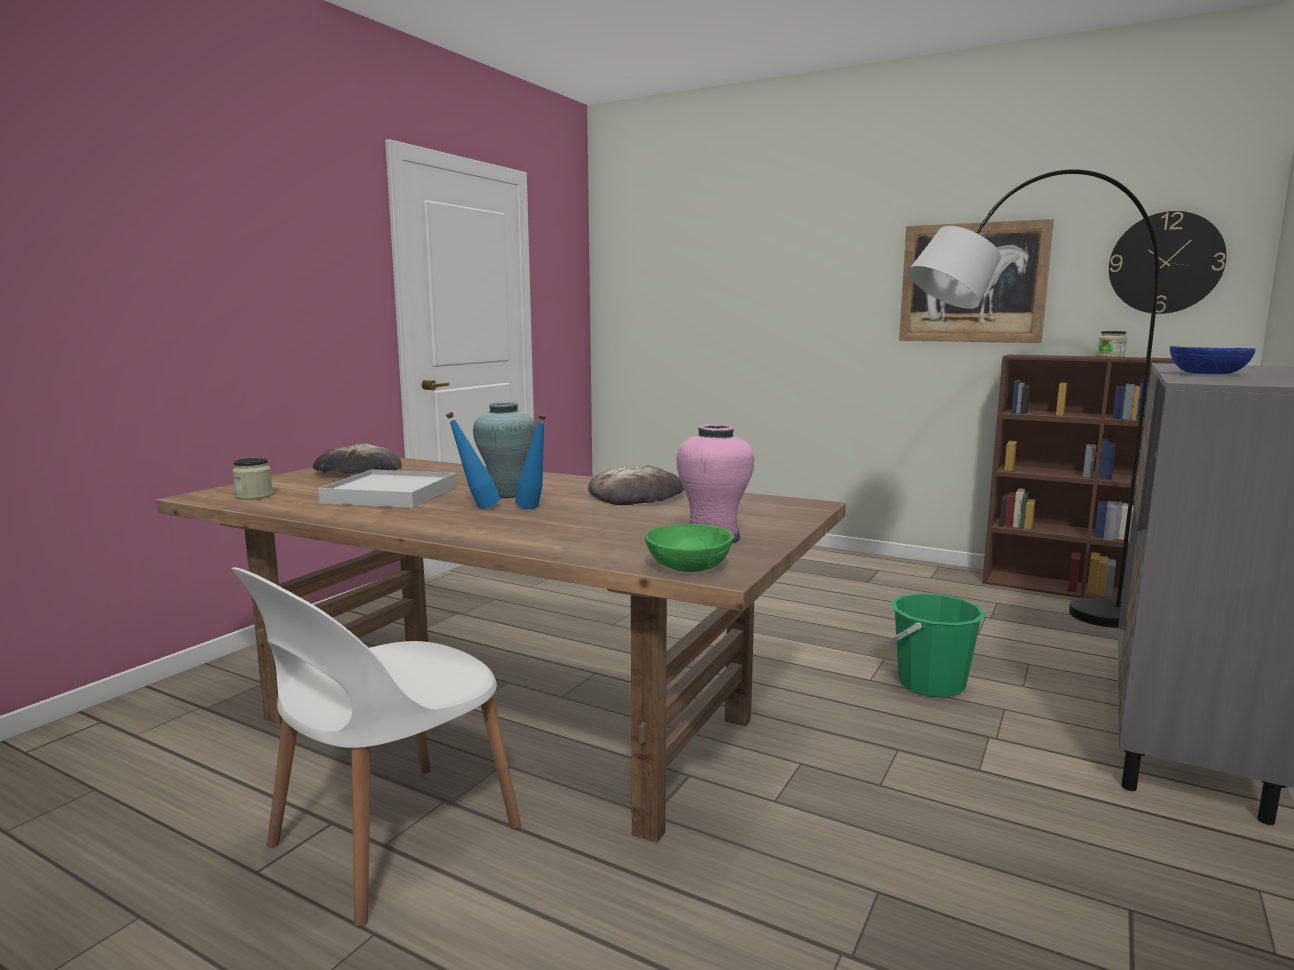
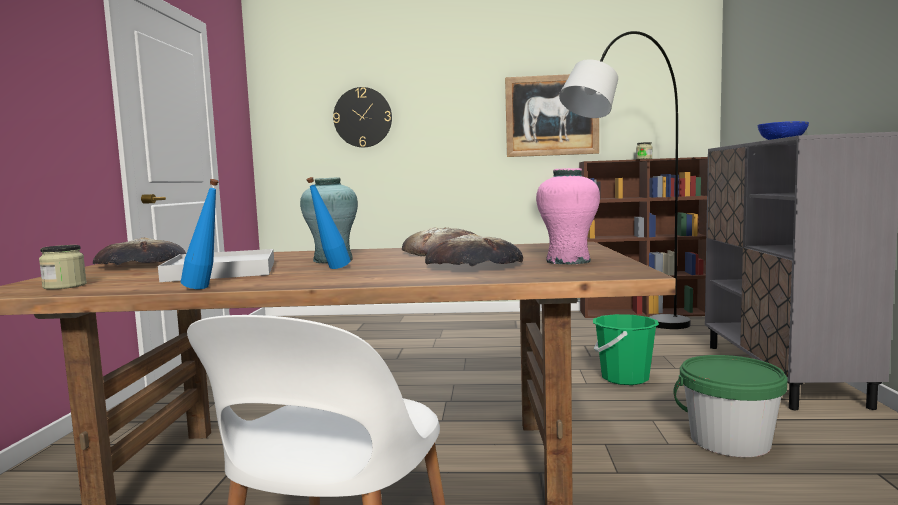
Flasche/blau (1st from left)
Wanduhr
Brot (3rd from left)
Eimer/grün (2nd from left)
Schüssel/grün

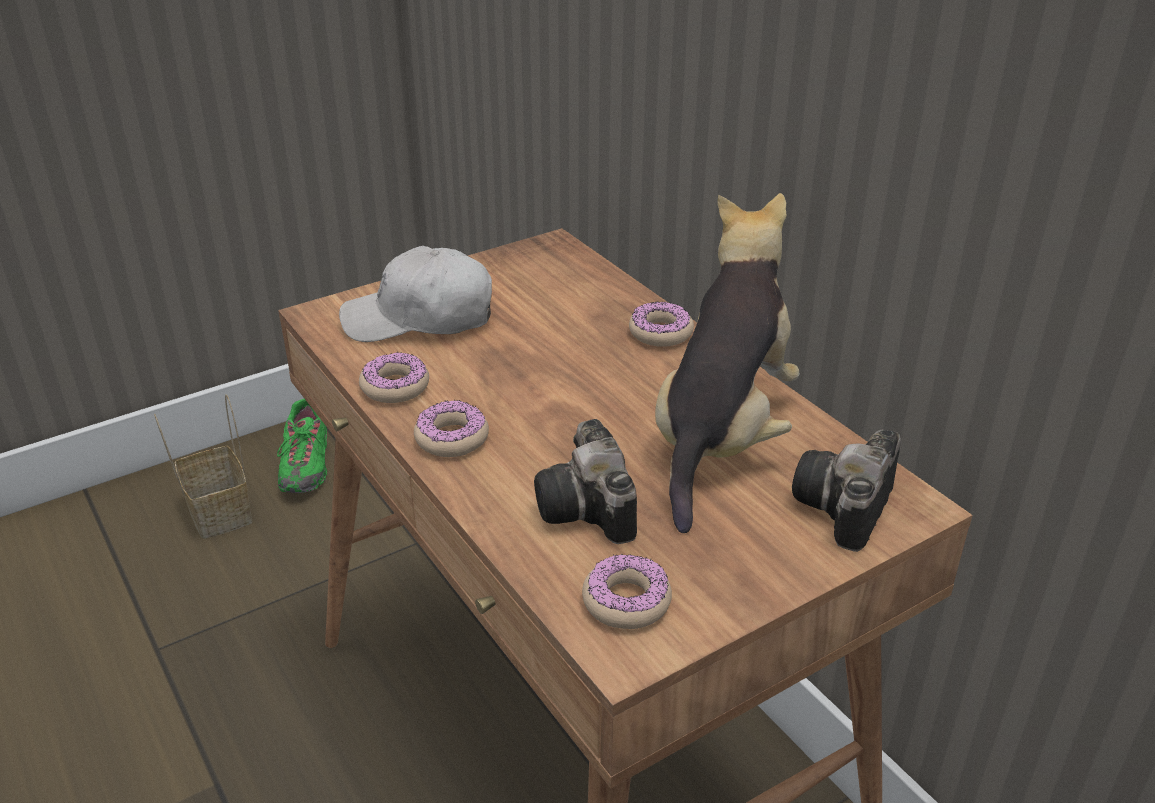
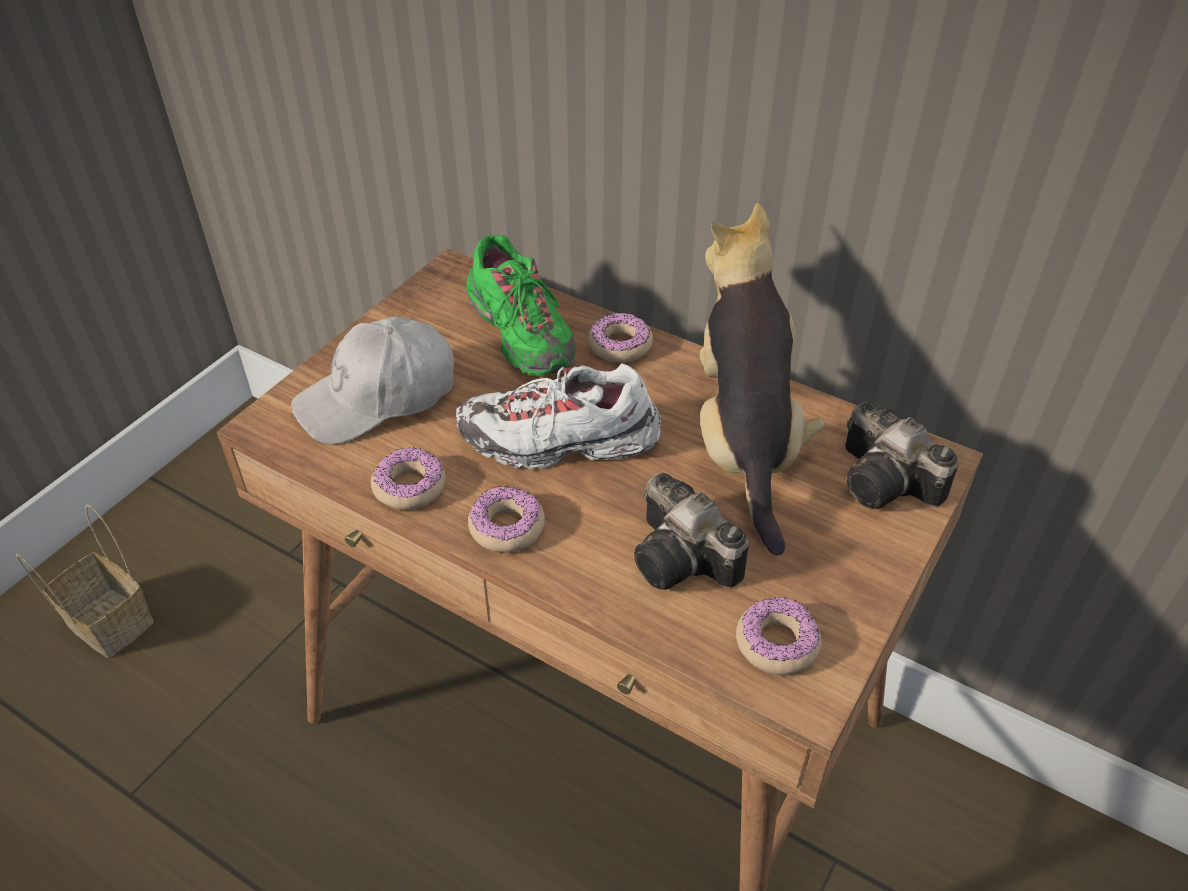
Schuh/weiß
Schuh/grün
Kamera (2nd from left)

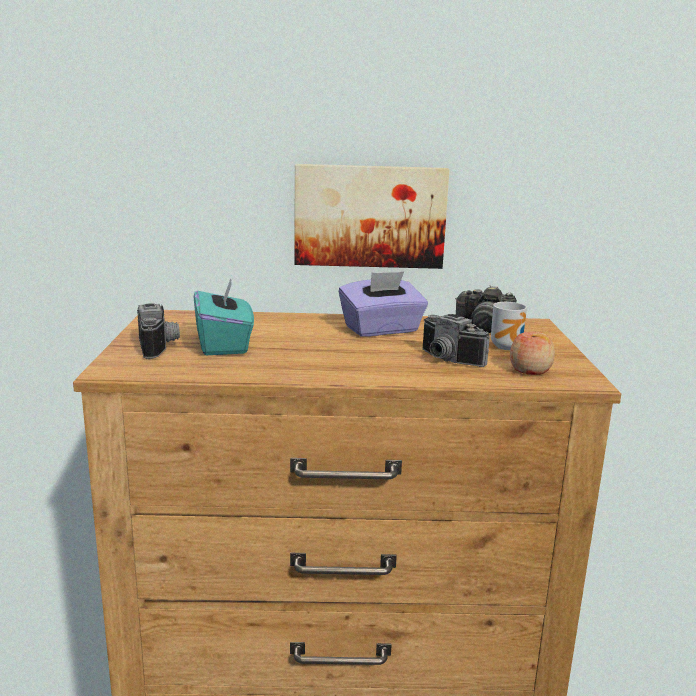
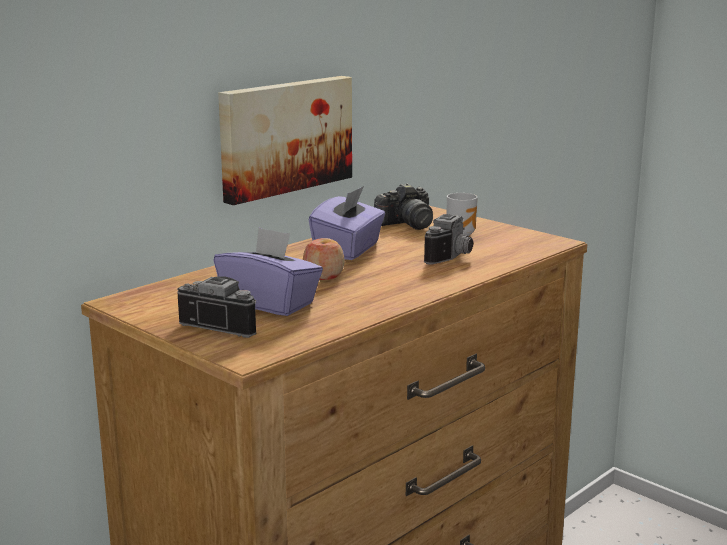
Taschentuchbox/lila (1st from left)
Apfel
Kamera (3rd from left)

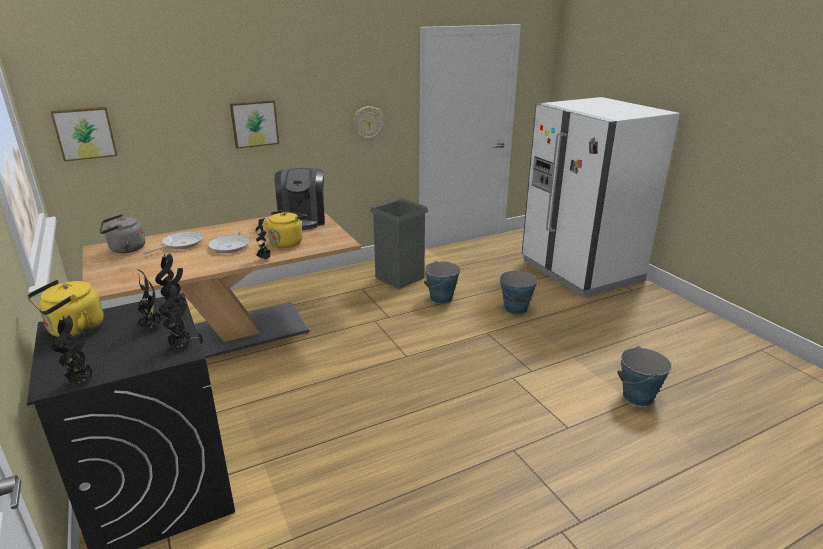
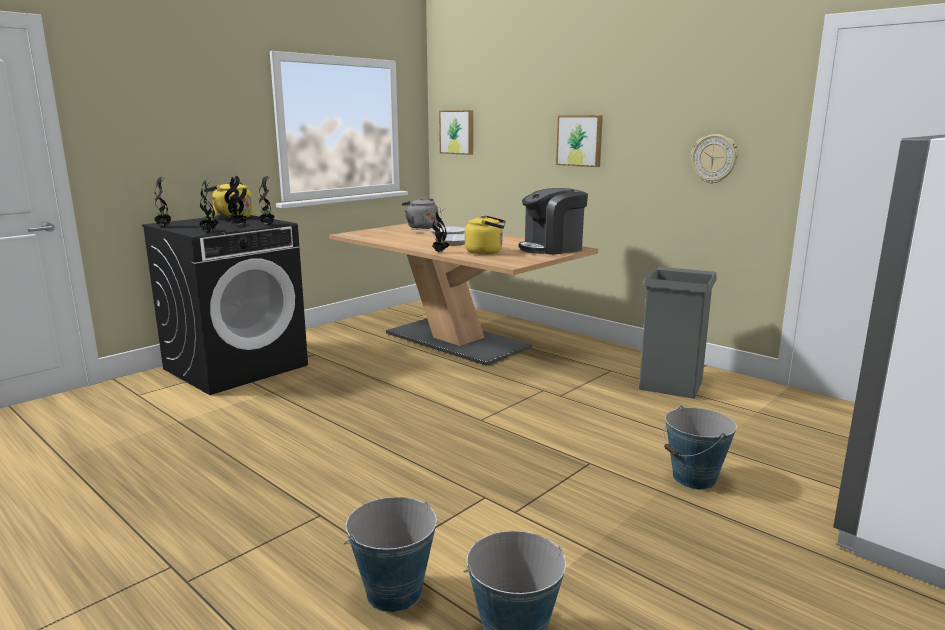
Eimer (1st from left)

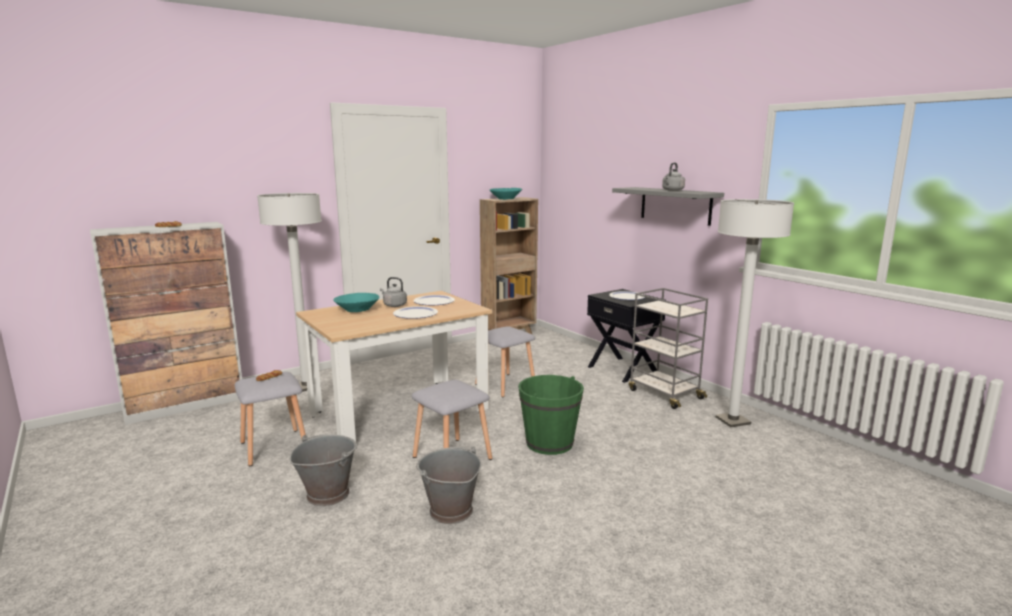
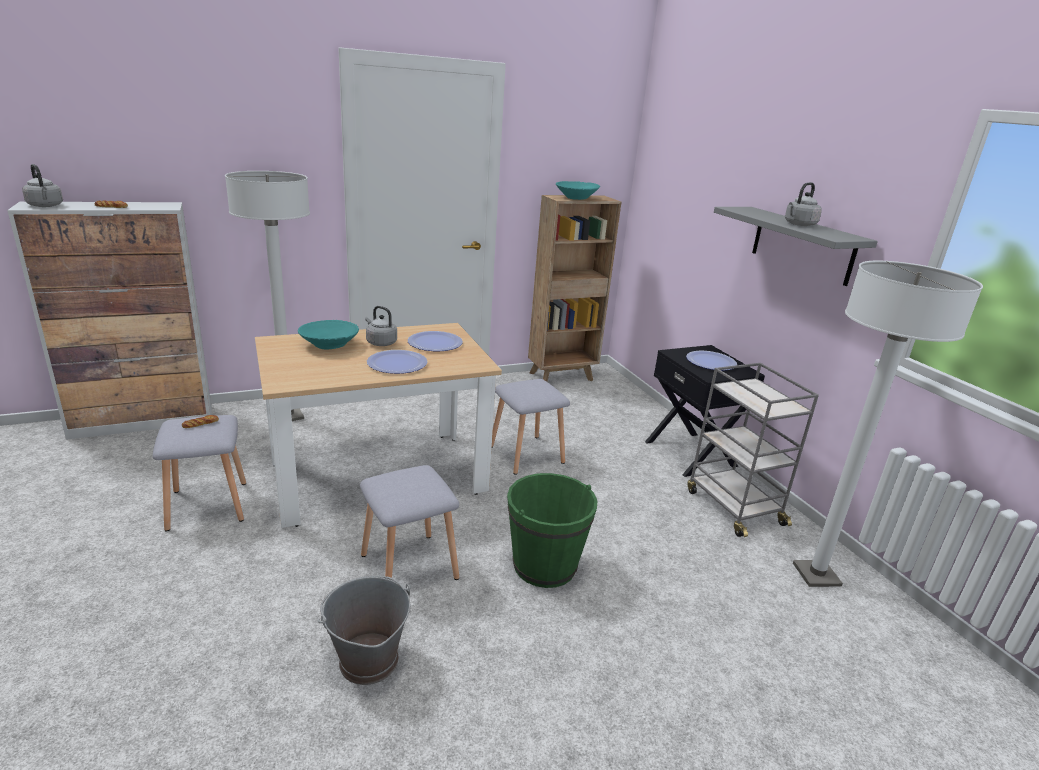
Wasserkessel/grau (1st from left)
Eimer/grau (1st from left in the first image)

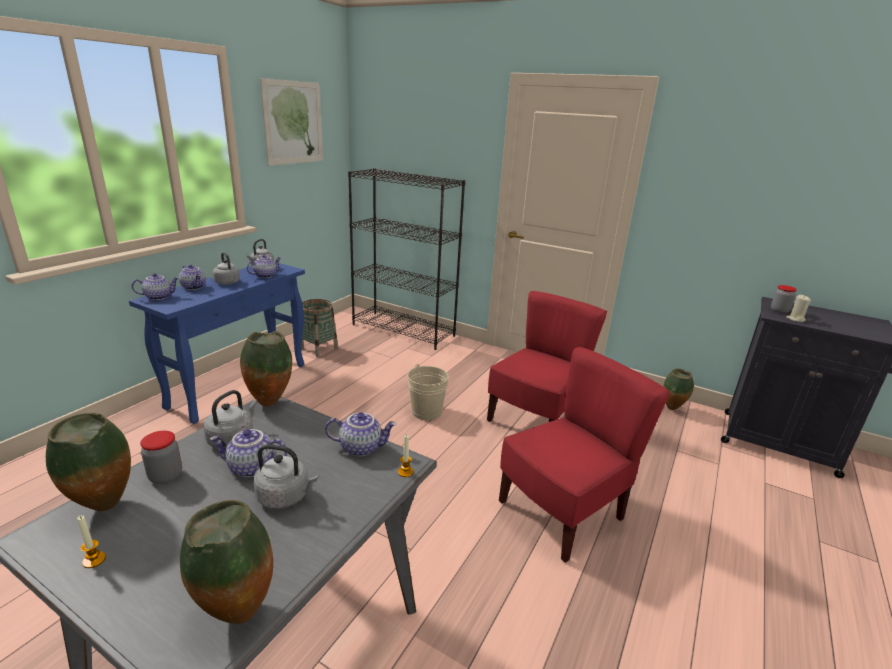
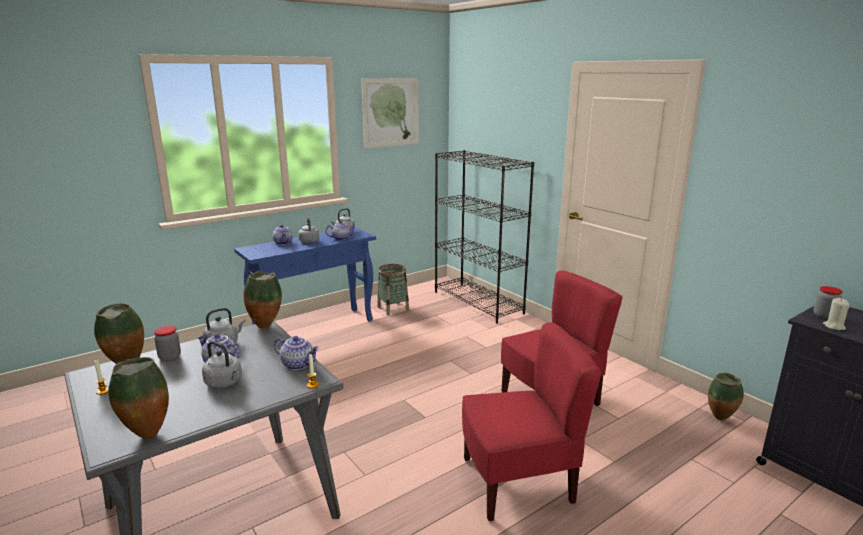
Teekanne (1st from left in the first image)
Eimer/beige

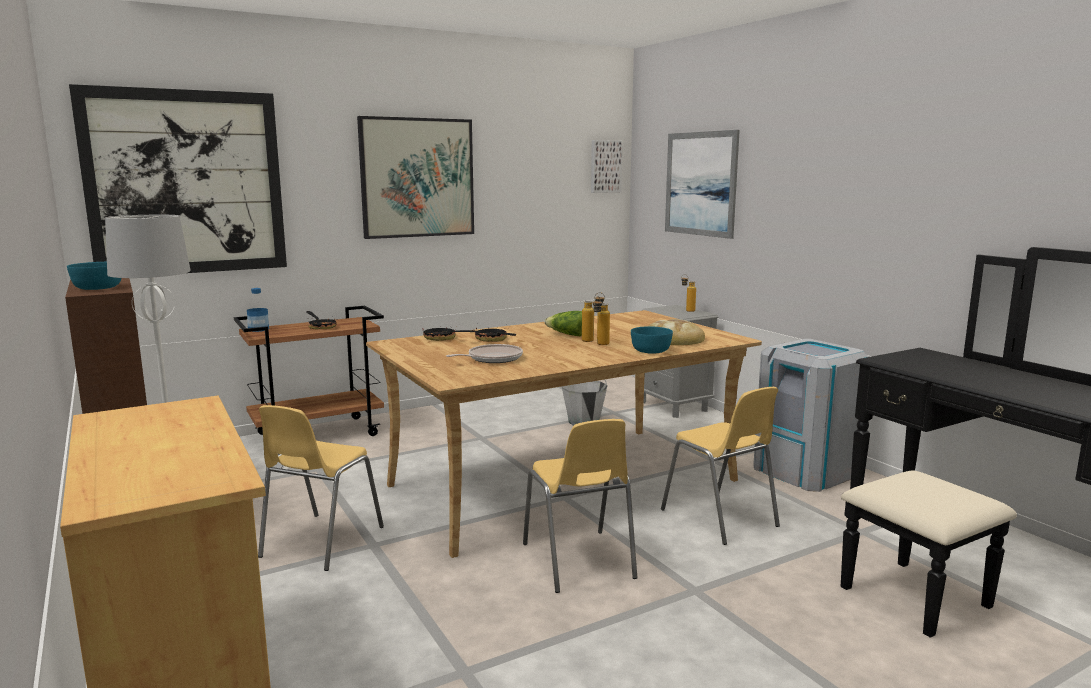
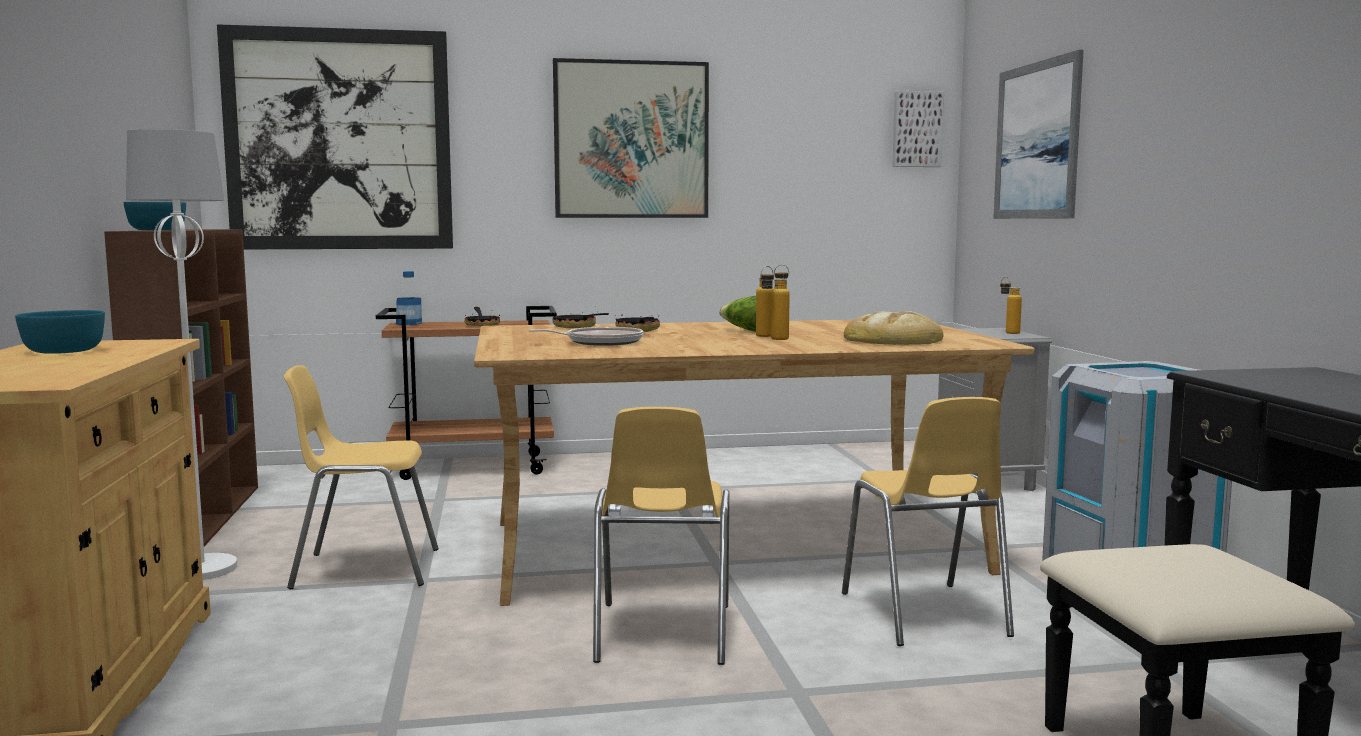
Schüssel/türkis (1st from left)
Stuhl/gelb (1st from left)
Eimer/grau

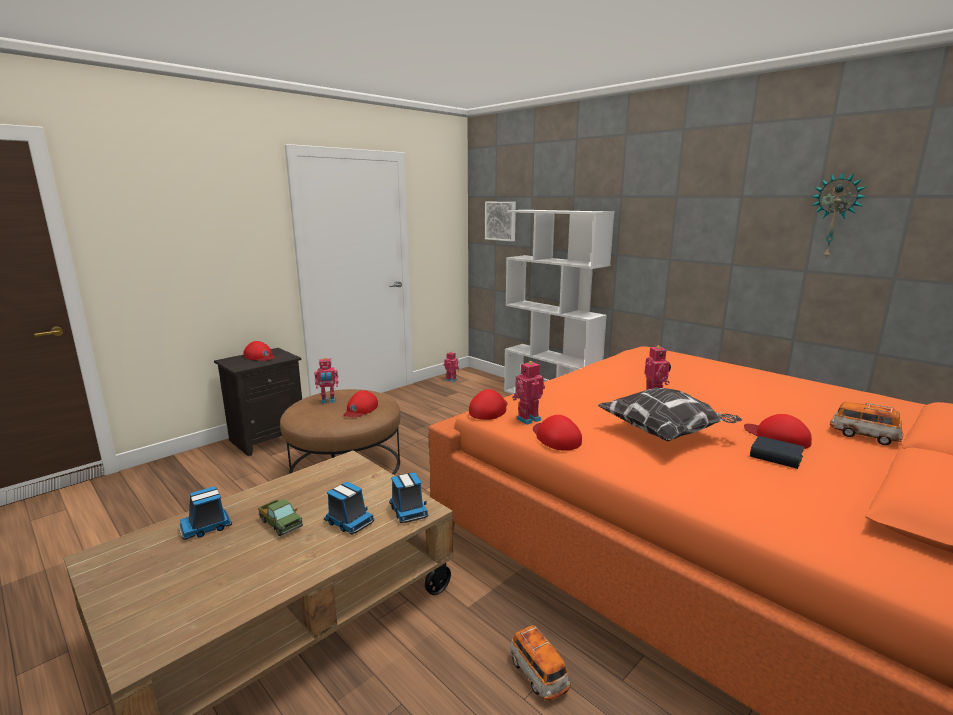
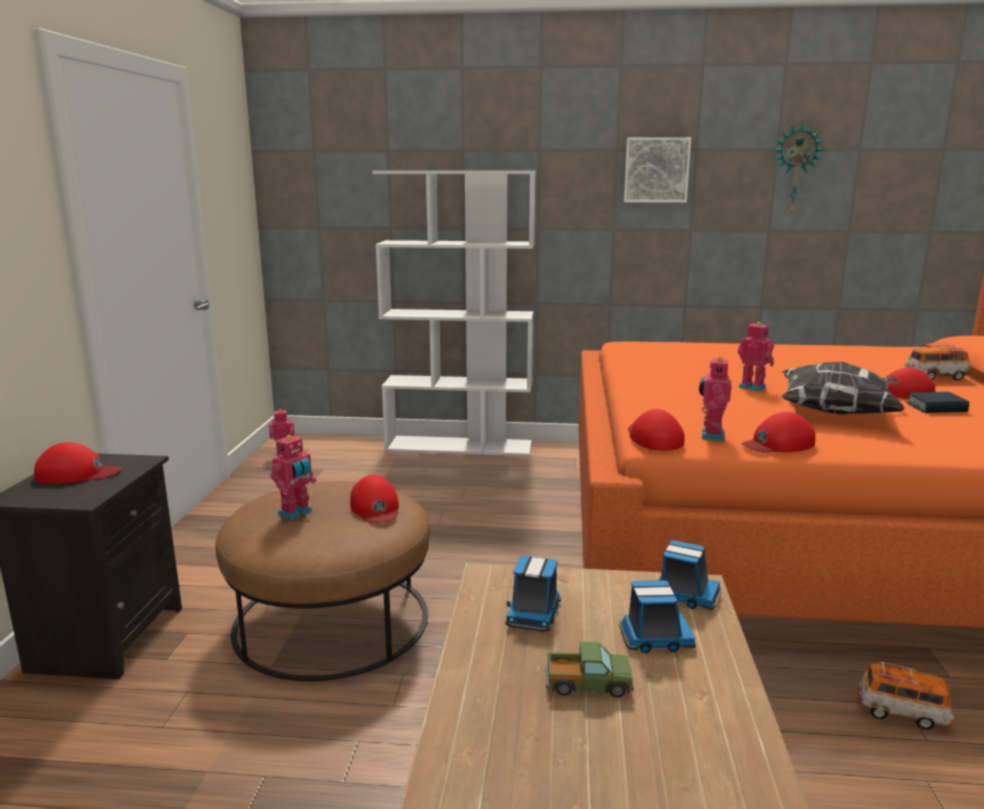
Spielzeuglaster (1st from left)
Bild
Kappe/rot (4th from left)

